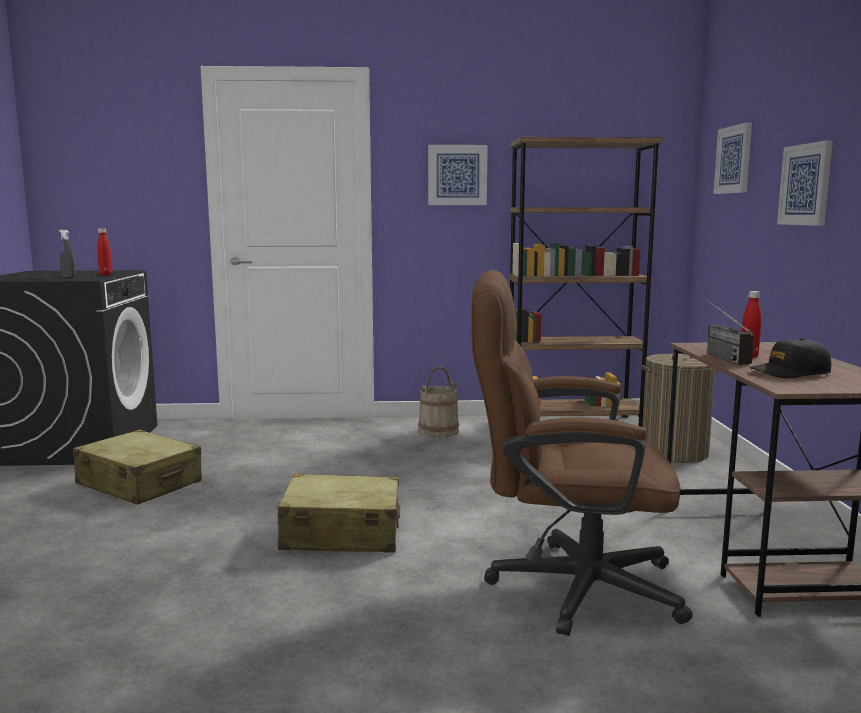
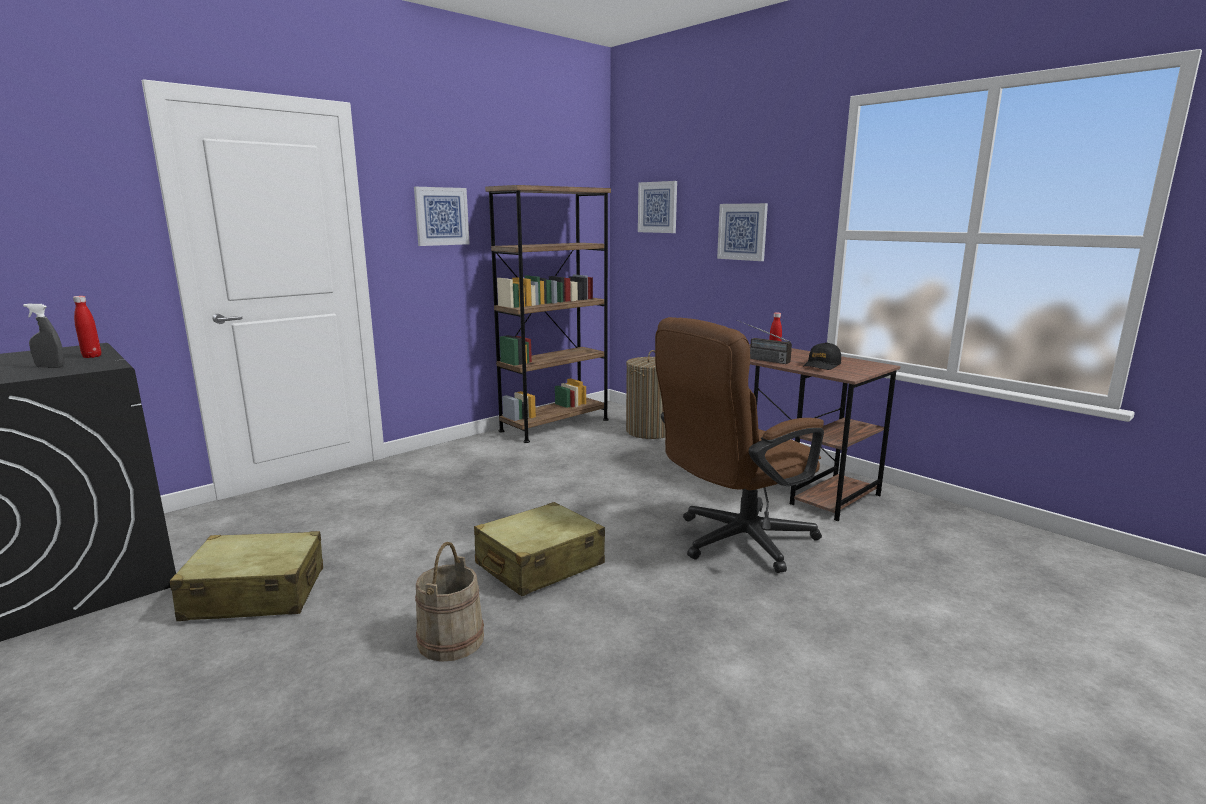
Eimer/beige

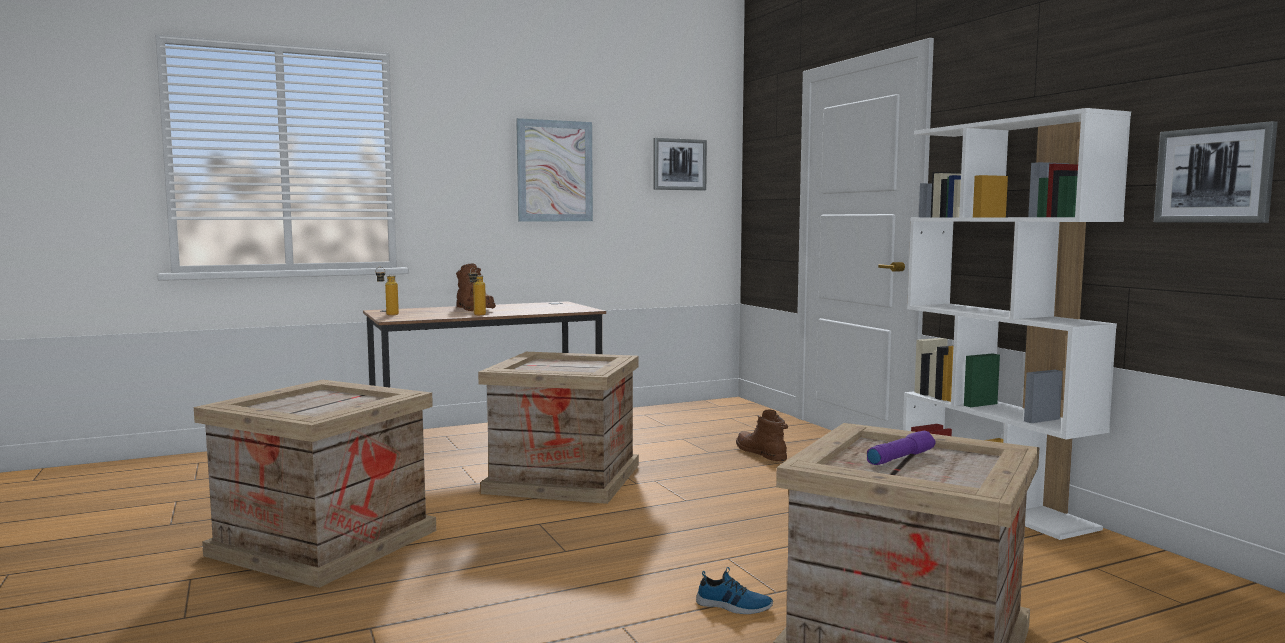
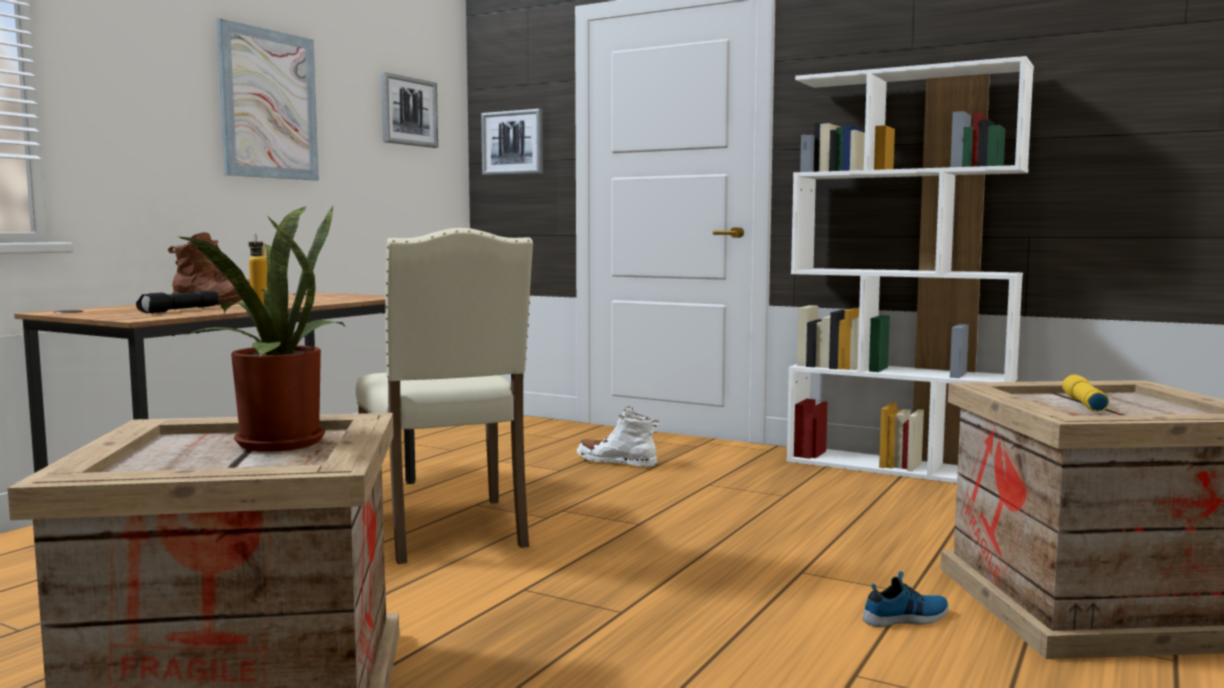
Taschenlampe/schwarz
Topfpflanze
Stuhl/beige
Bild (3rd from left)
Stiefel/weiß
Taschenlampe/gelb
Flasche (1st from left in the first image)

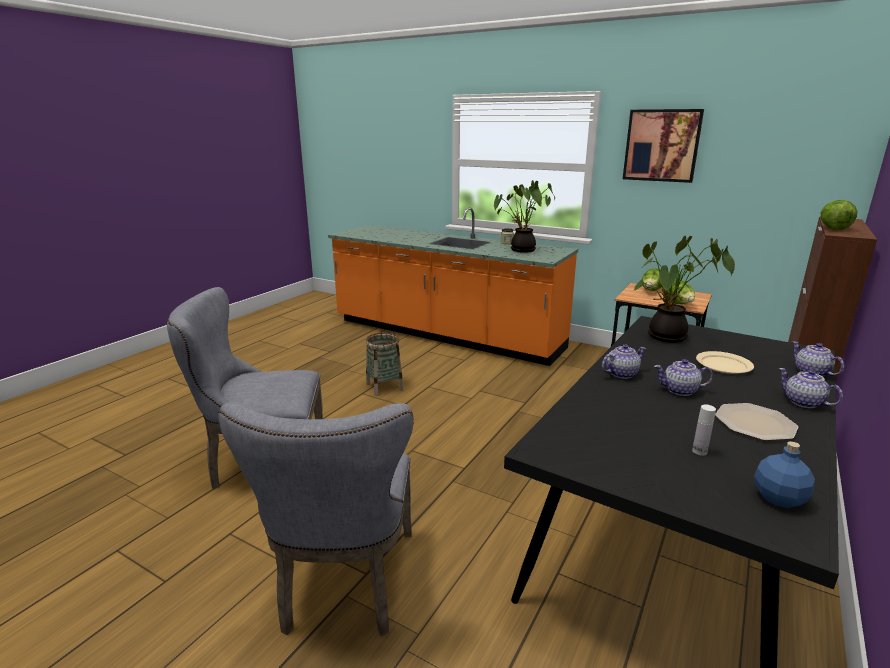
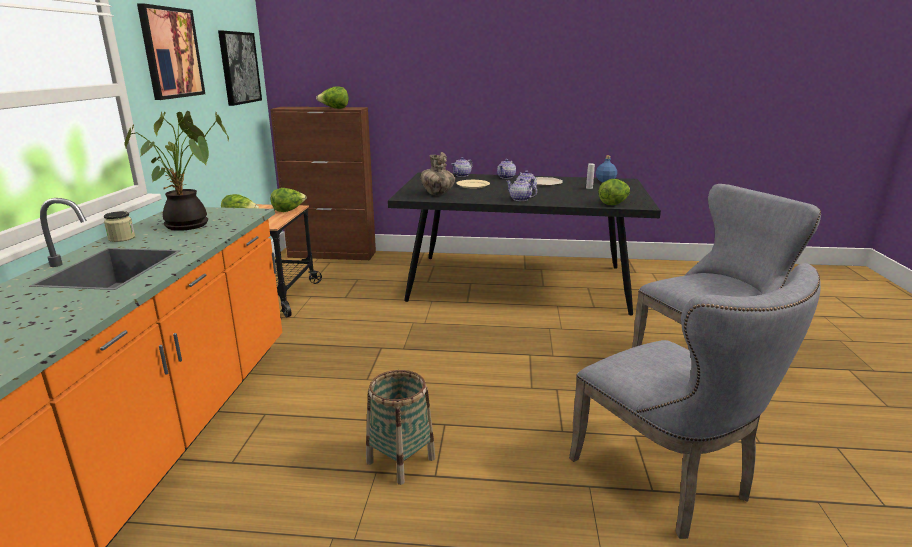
Bild (2nd from left)
Vase
Salatkopf (4th from left)

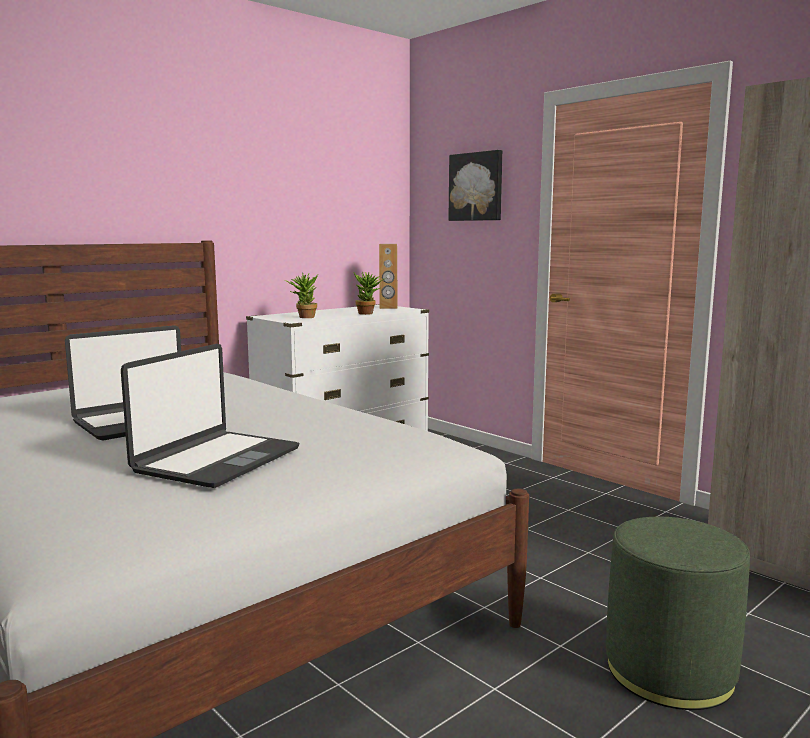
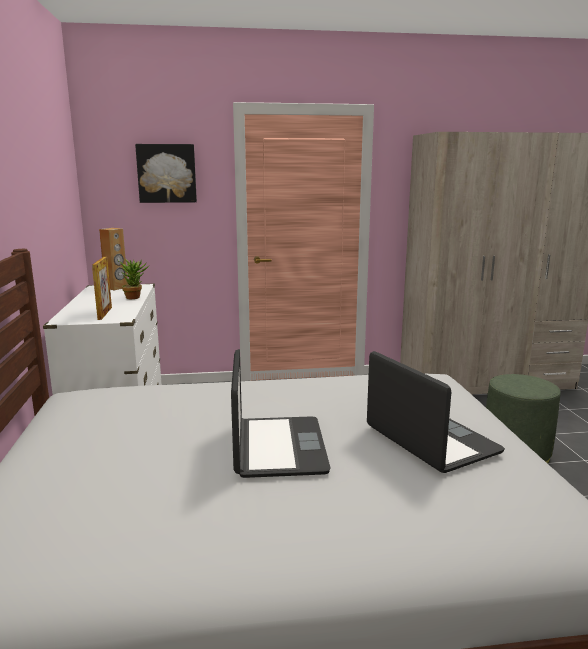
Bilderrahmen

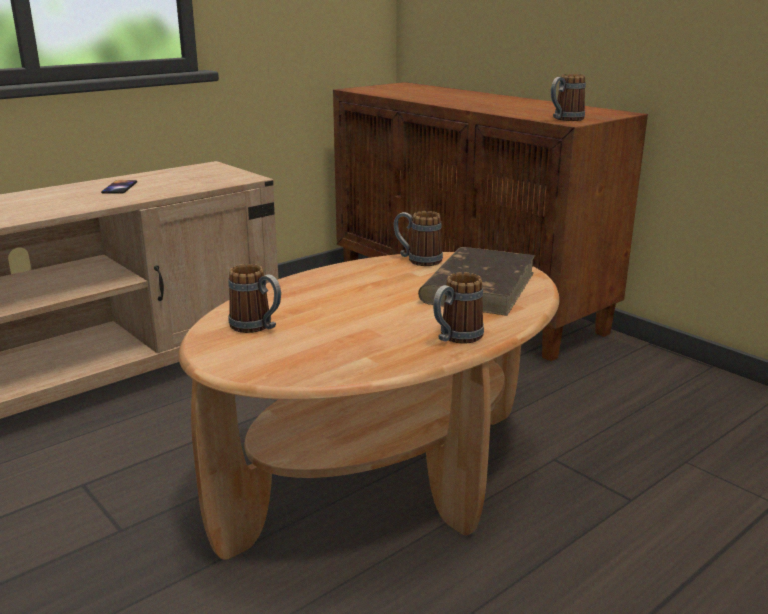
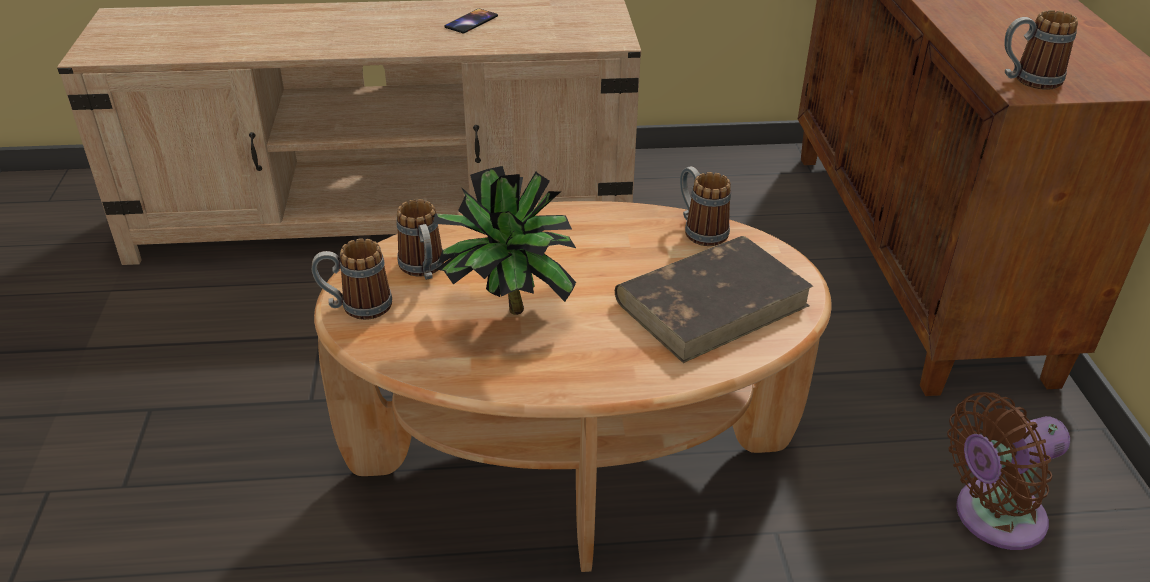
Henkelbecher (1st from left)
Topfpflanze
Ventilator/braun

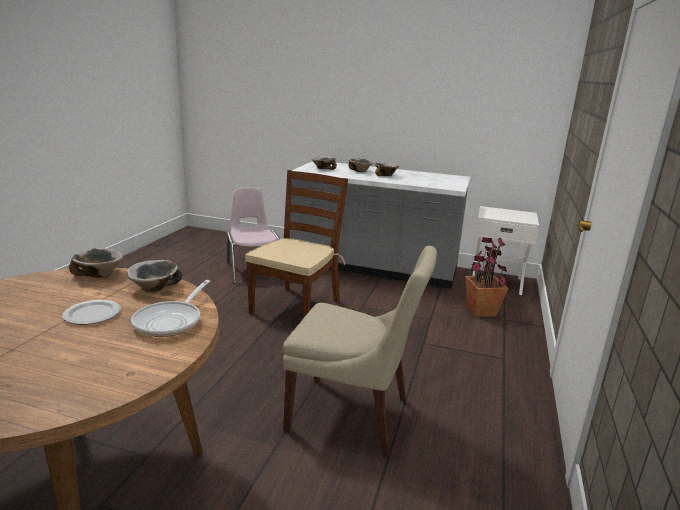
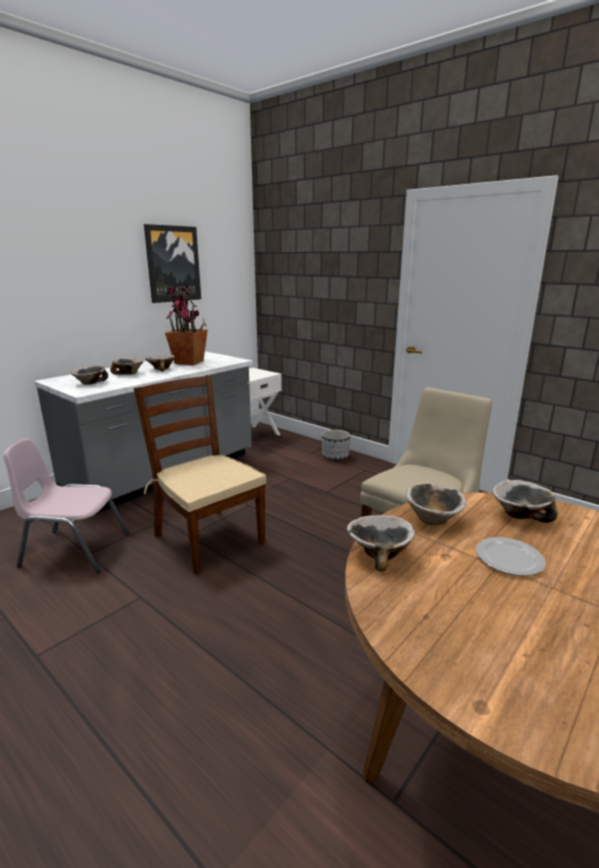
Bild
Topfpflanze
Pflanzkübel
Schüssel (6th from left)

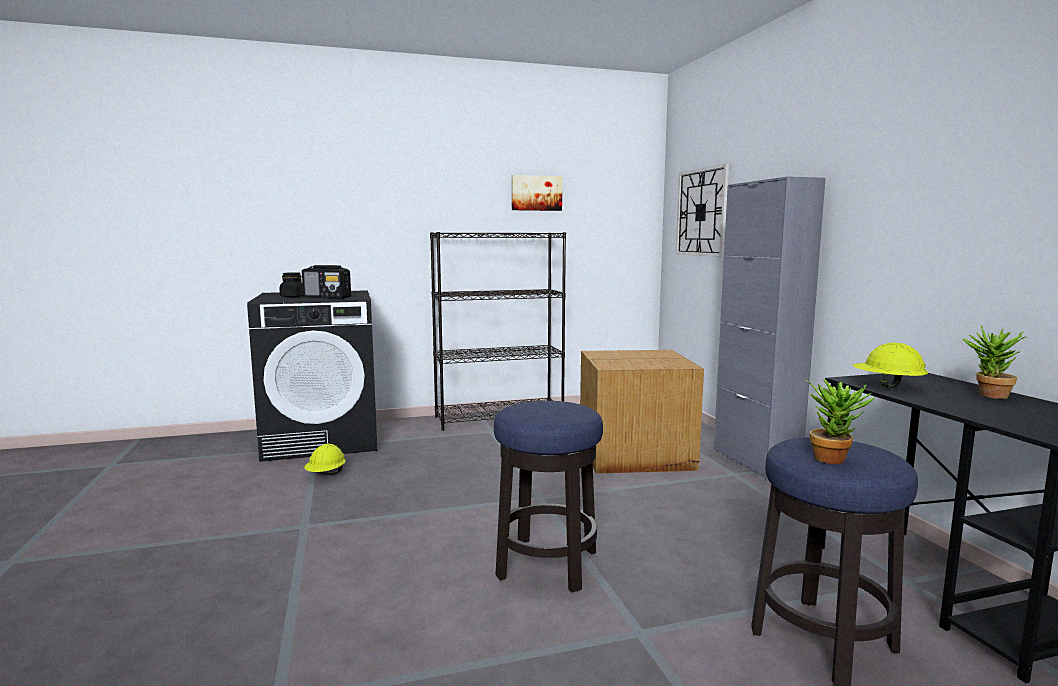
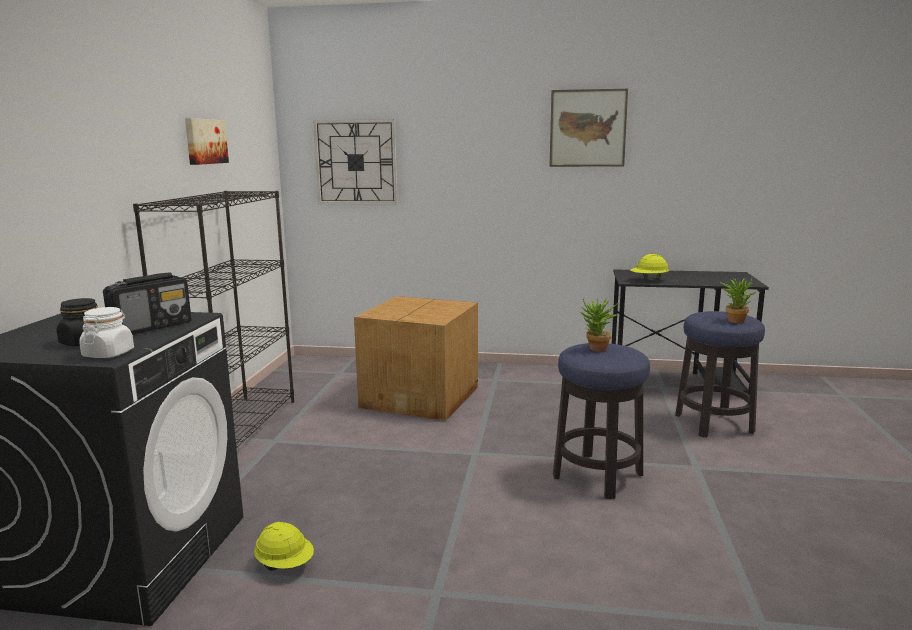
Vorratsglas/weiß
Bild (2nd from left)
Topfpflanze (1st from left)
Schrank/grau

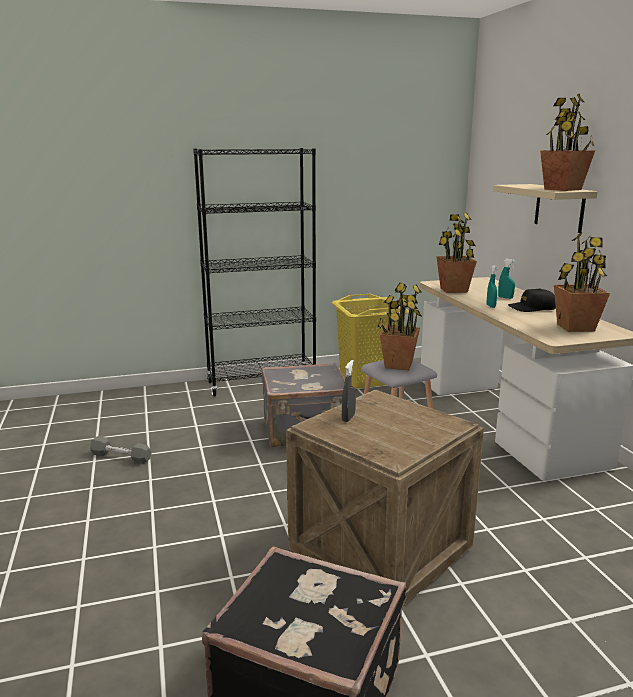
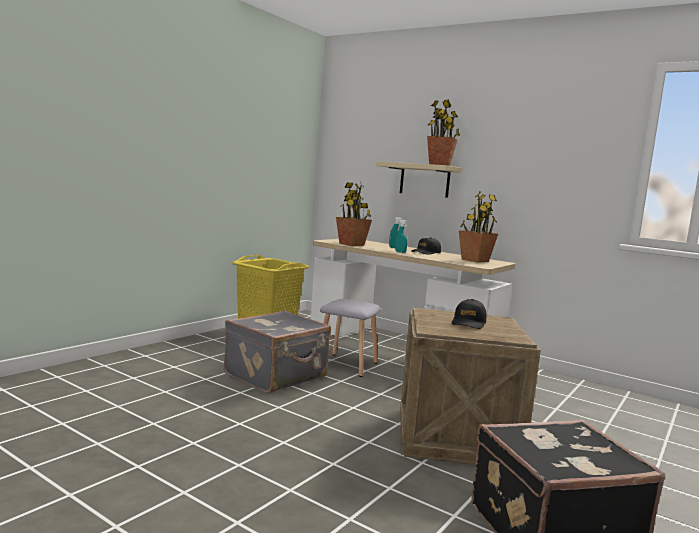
Kappe/schwarz (2nd from left)
Hantel/grau
Bücherregal/schwarz
Sprühflasche/grau
Topfpflanze (1st from left in the first image)

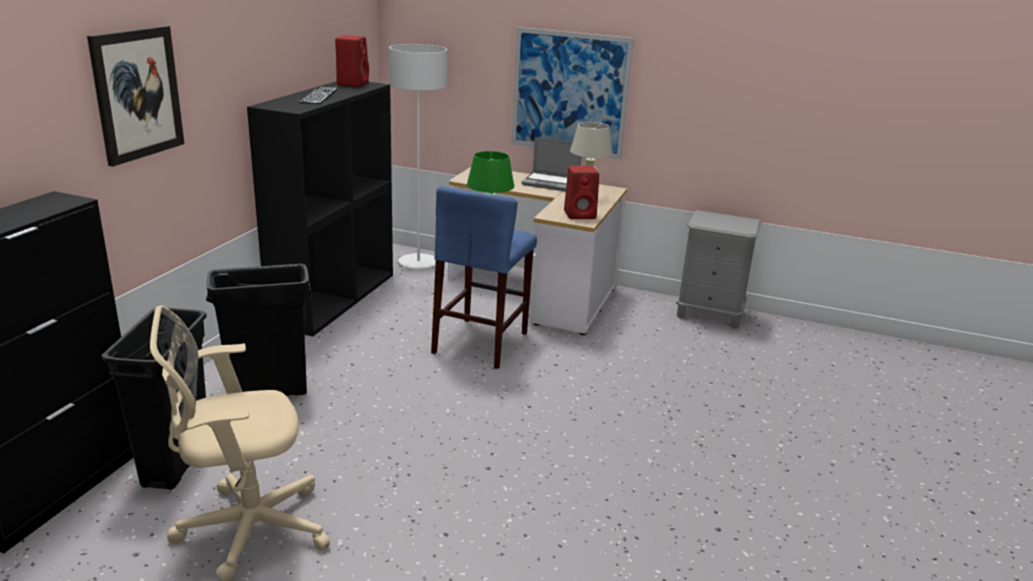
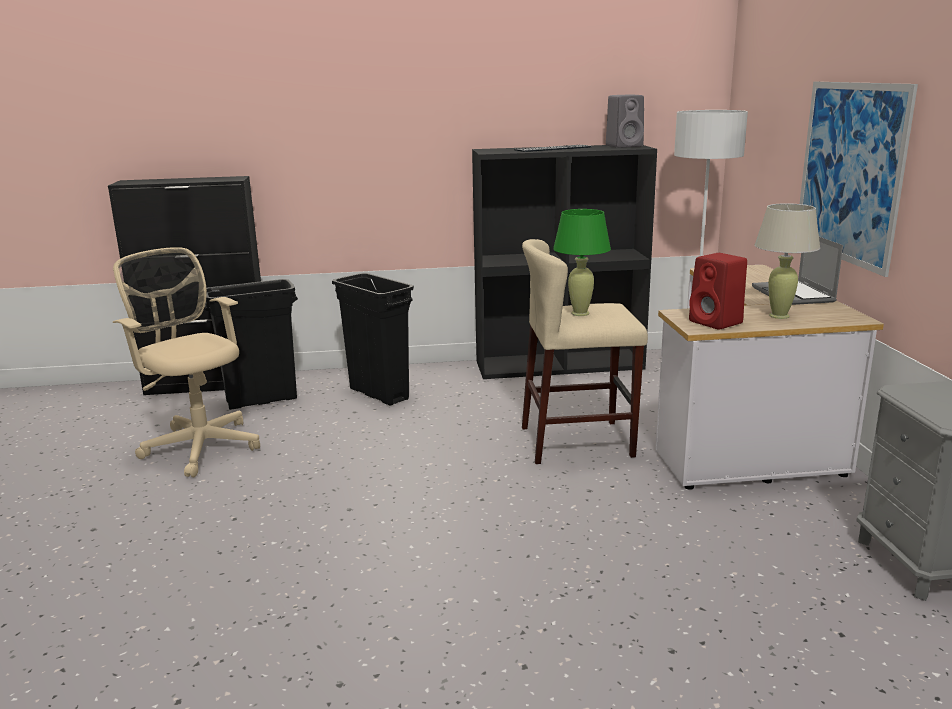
Hocker/beige
Lautsprecher/grau
Bild (1st from left in the first image)

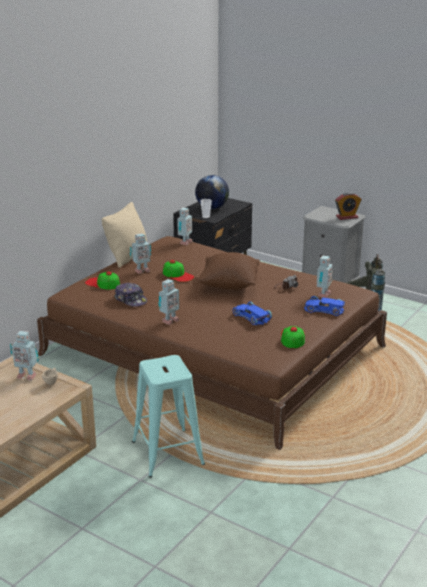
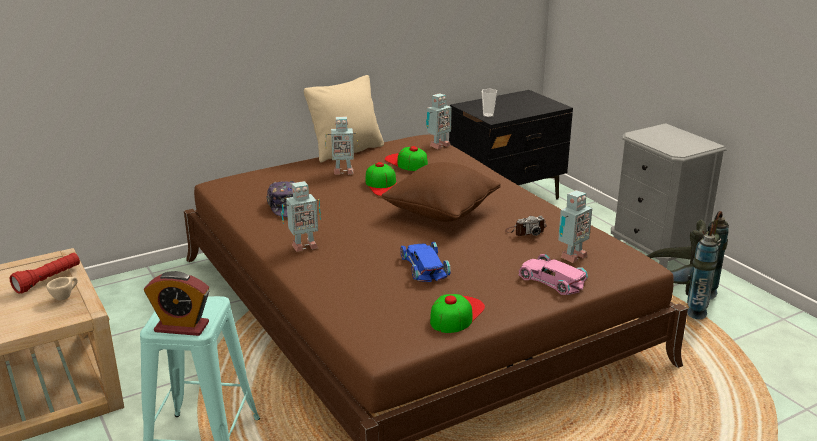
Taschenlampe/rot
Wecker
Kappe (3rd from left)
Spielzeugauto/rosa
Globus

